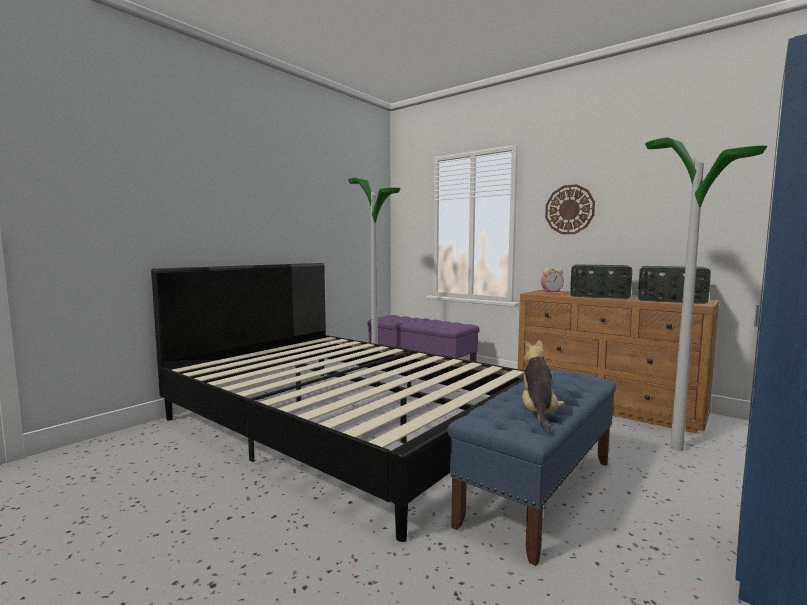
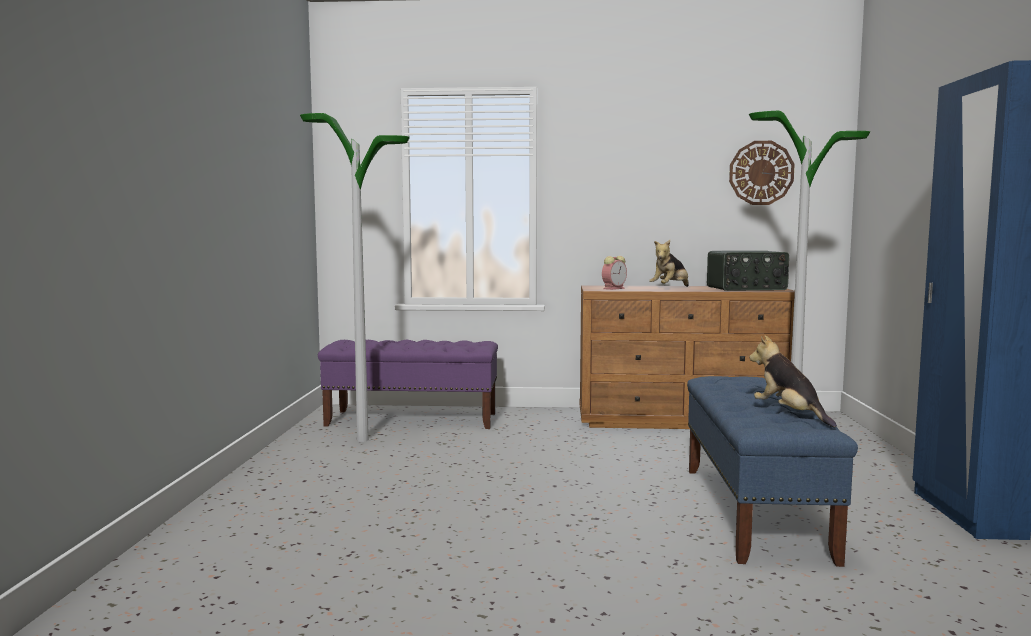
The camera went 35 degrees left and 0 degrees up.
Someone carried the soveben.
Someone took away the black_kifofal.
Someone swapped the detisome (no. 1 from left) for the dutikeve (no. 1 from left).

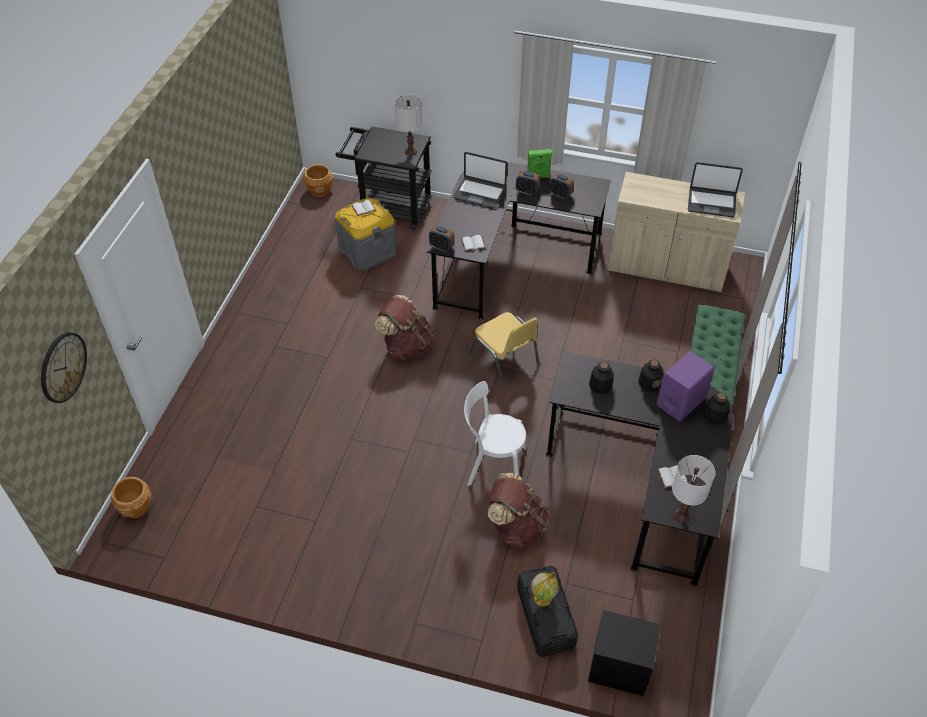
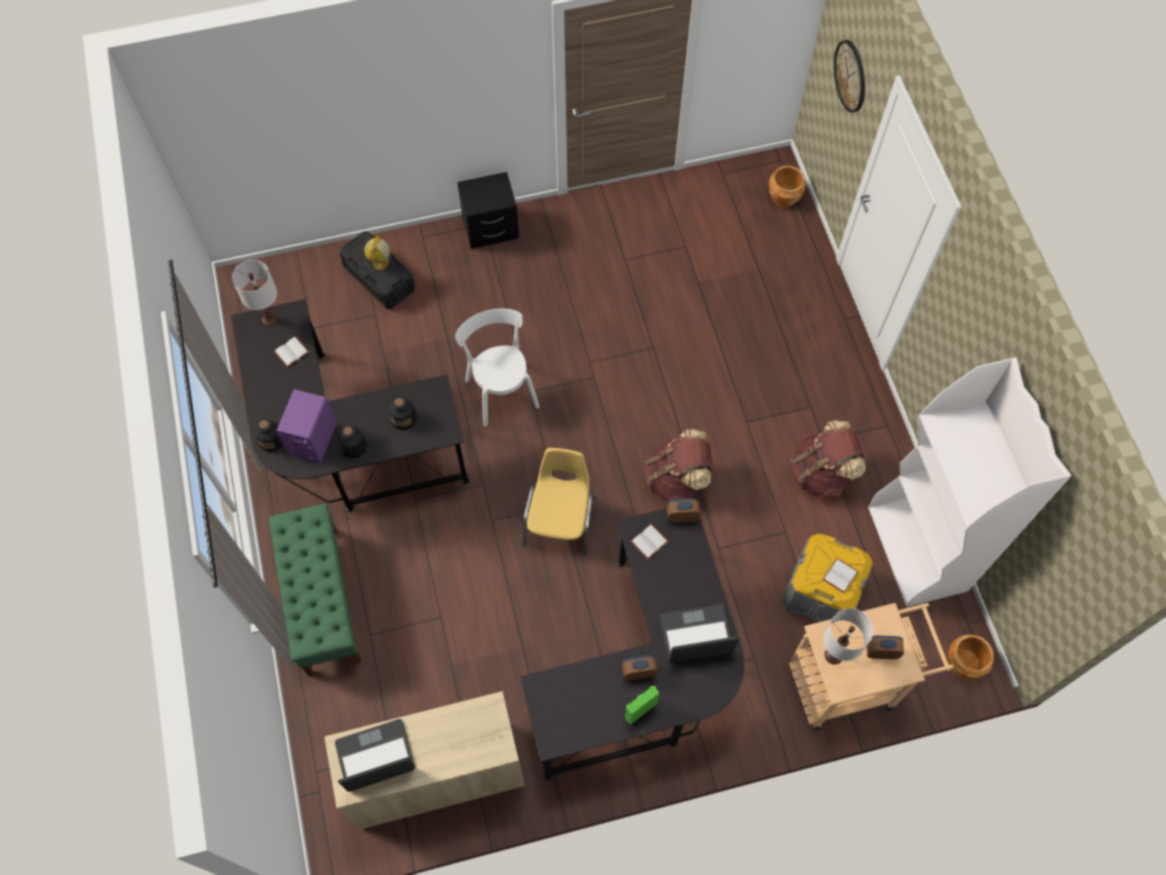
The camera went 150 degrees right and 15 degrees up.
Someone repainted the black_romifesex, which became the beige_romifesex.
Someone carried the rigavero (no. 3 from left).
Someone rotated the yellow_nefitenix by 75 degrees clockwise.
Someone rotated the white_nefitenix by 90 degrees counterclockwise.
Someone carried the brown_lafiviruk (no. 2 from left).
Someone carried the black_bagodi.
Someone put down the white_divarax.

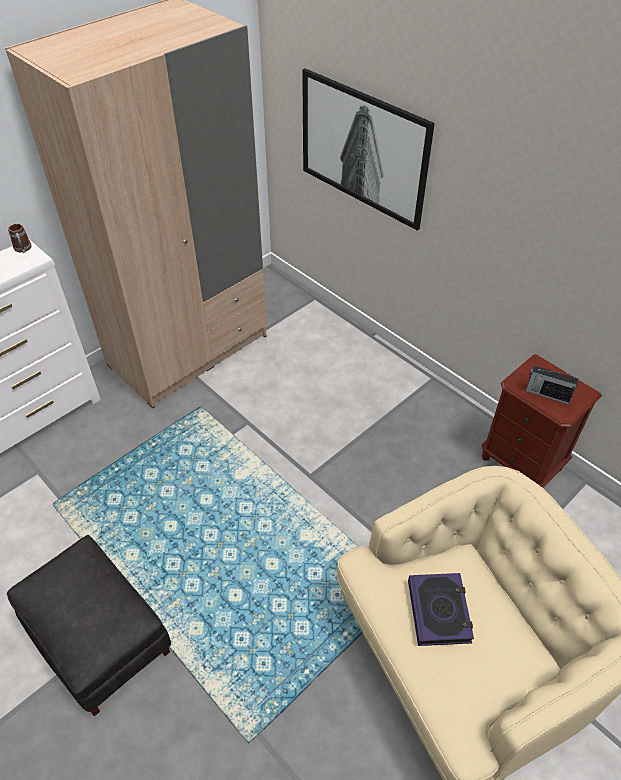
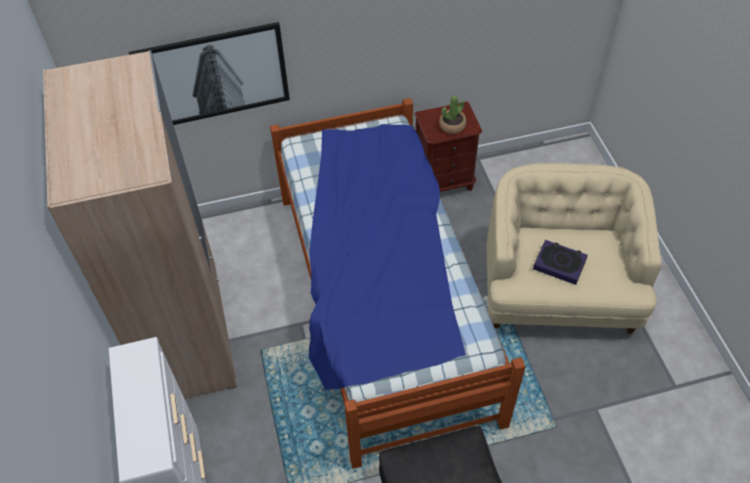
The camera went 60 degrees left and 5 degrees up.
Someone took away the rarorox.
Someone swapped the detisome for the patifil.
Someone put down the kifofal.

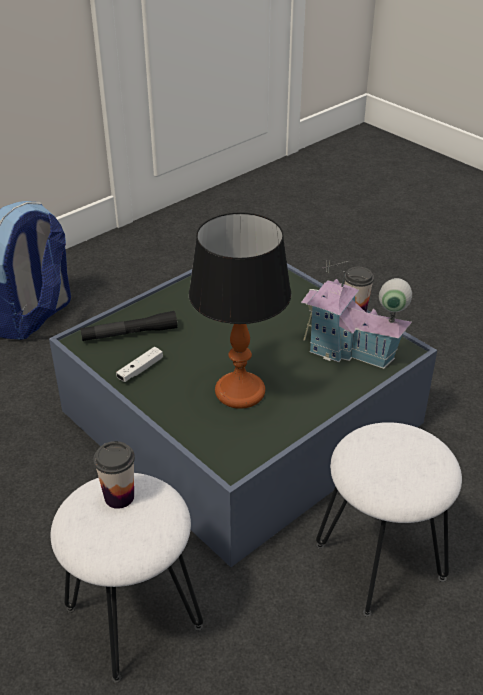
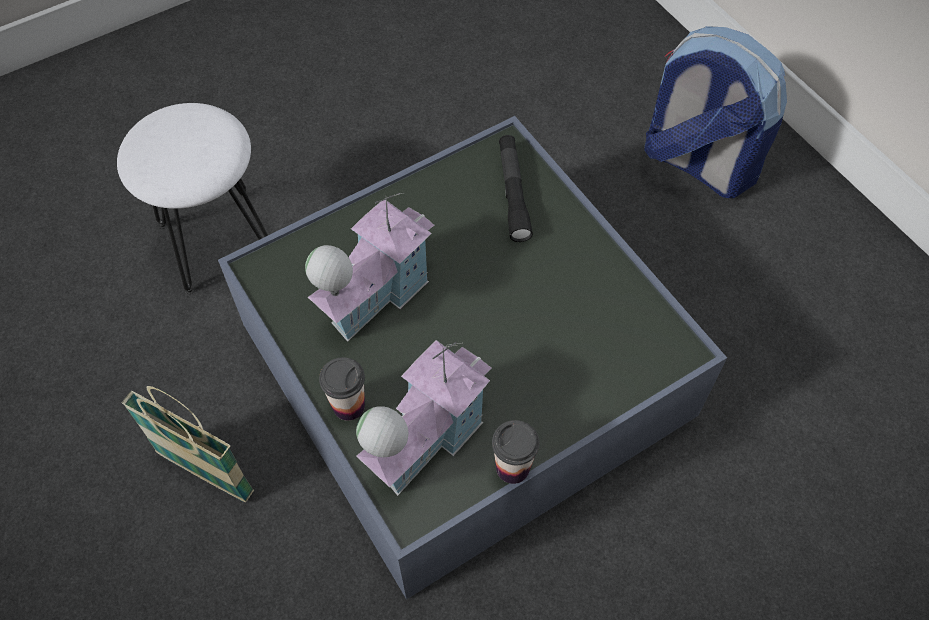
The camera went 100 degrees right and 20 degrees up.
Someone swapped the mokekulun for the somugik (no. 1 from left).
Someone took away the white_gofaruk.
Someone swapped the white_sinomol (no. 2 from left) for the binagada.
Someone carried the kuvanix (no. 1 from left).

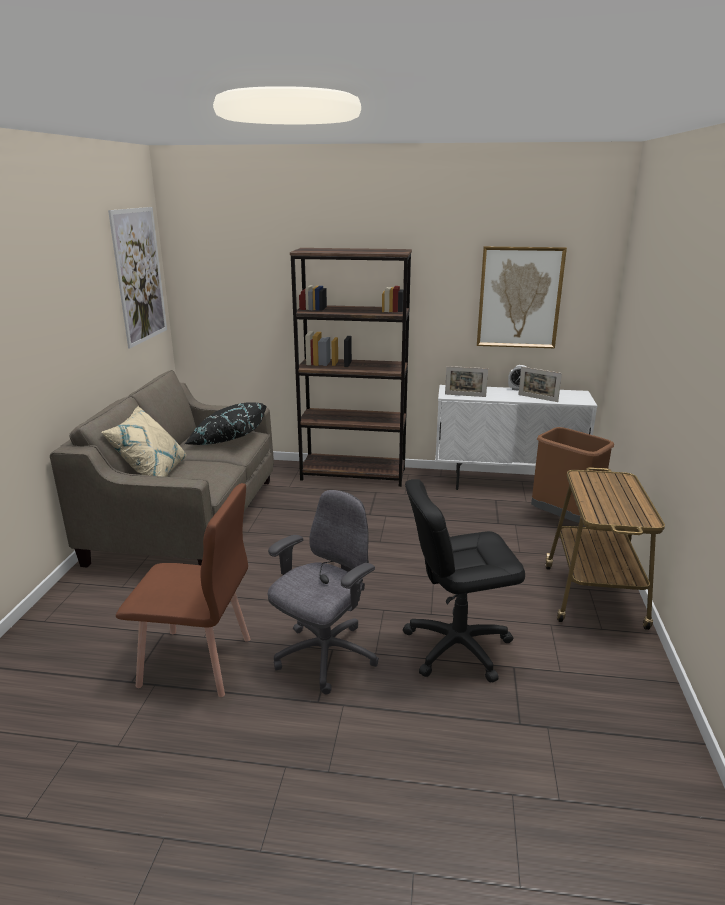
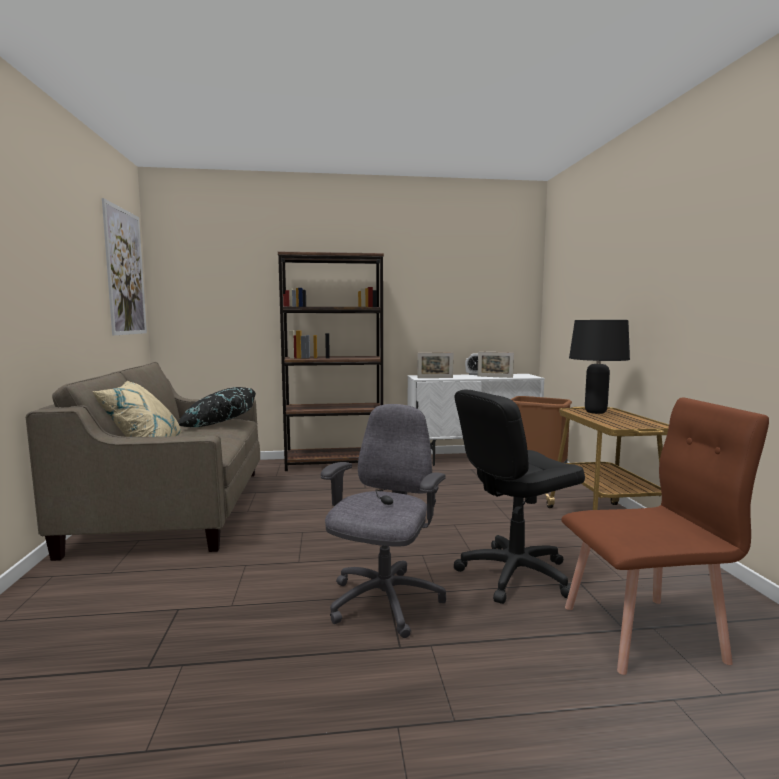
The camera went 15 degrees left and 15 degrees down.
Someone took away the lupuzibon (no. 2 from left).
Someone carried the brown_nefitenix.
Someone put down the black_mokekulun.

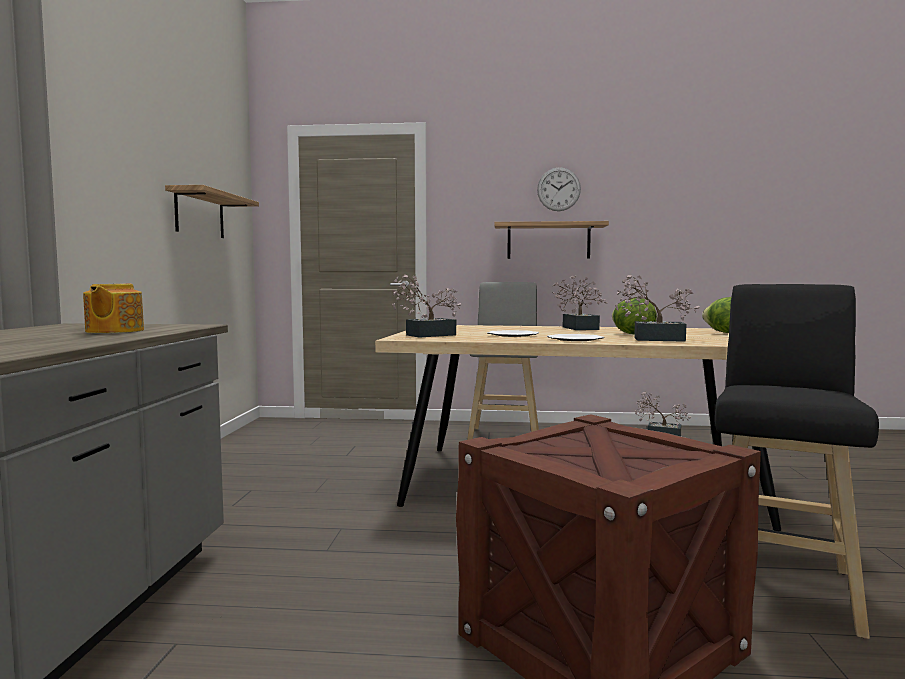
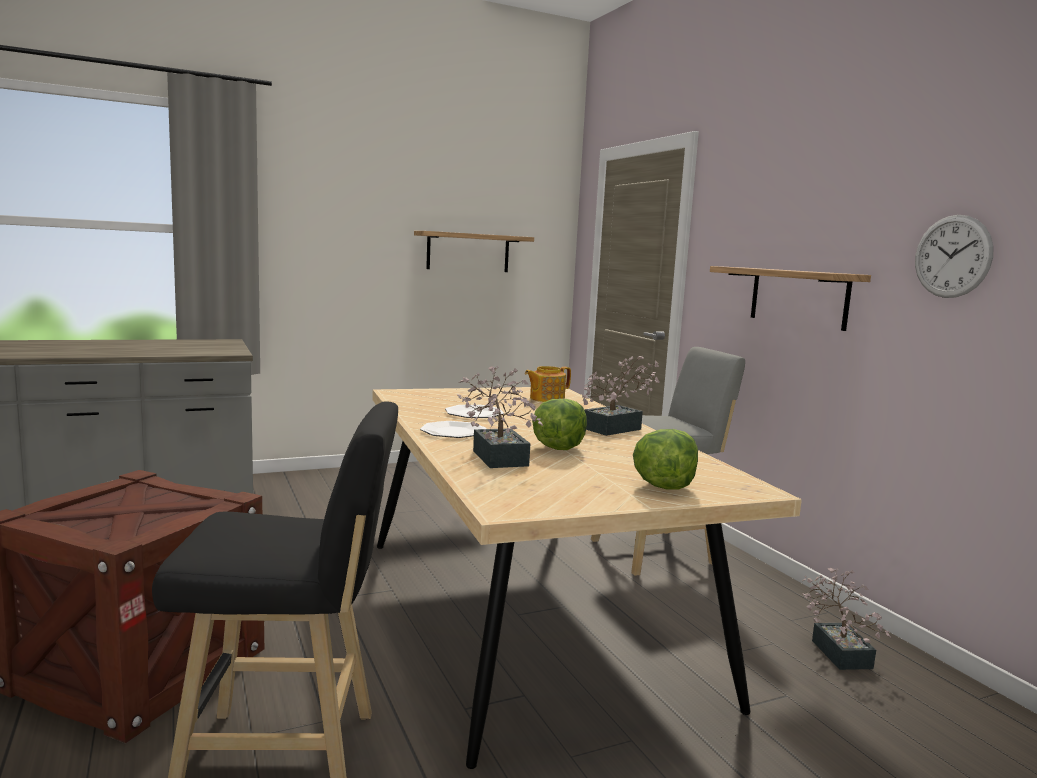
The camera went 60 degrees right and 5 degrees up.
Someone carried the soveben.
Someone took away the patifil (no. 1 from left).
Someone carried the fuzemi.

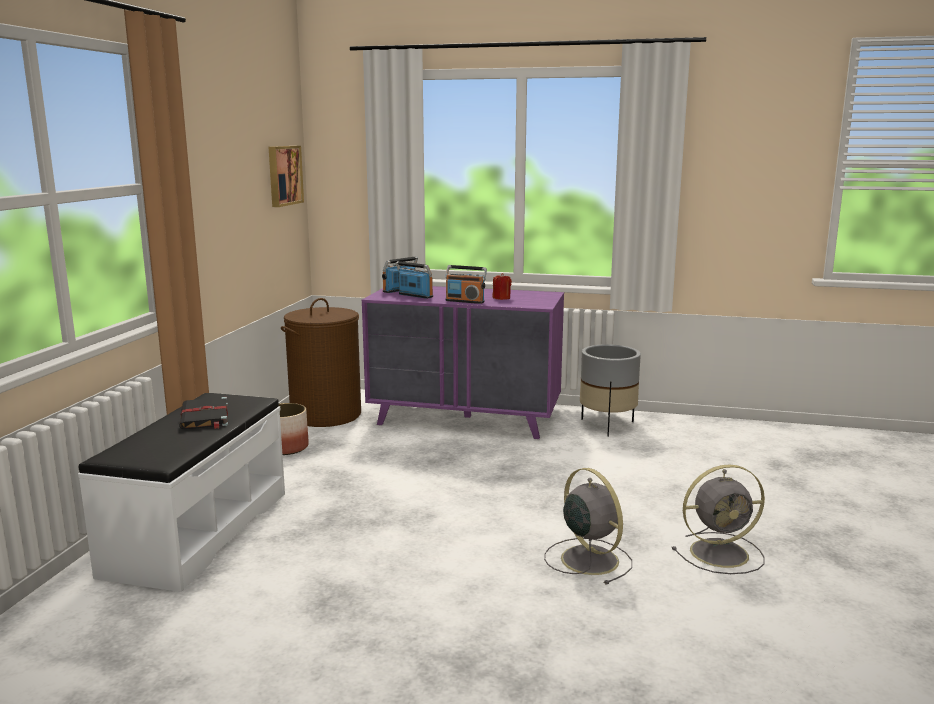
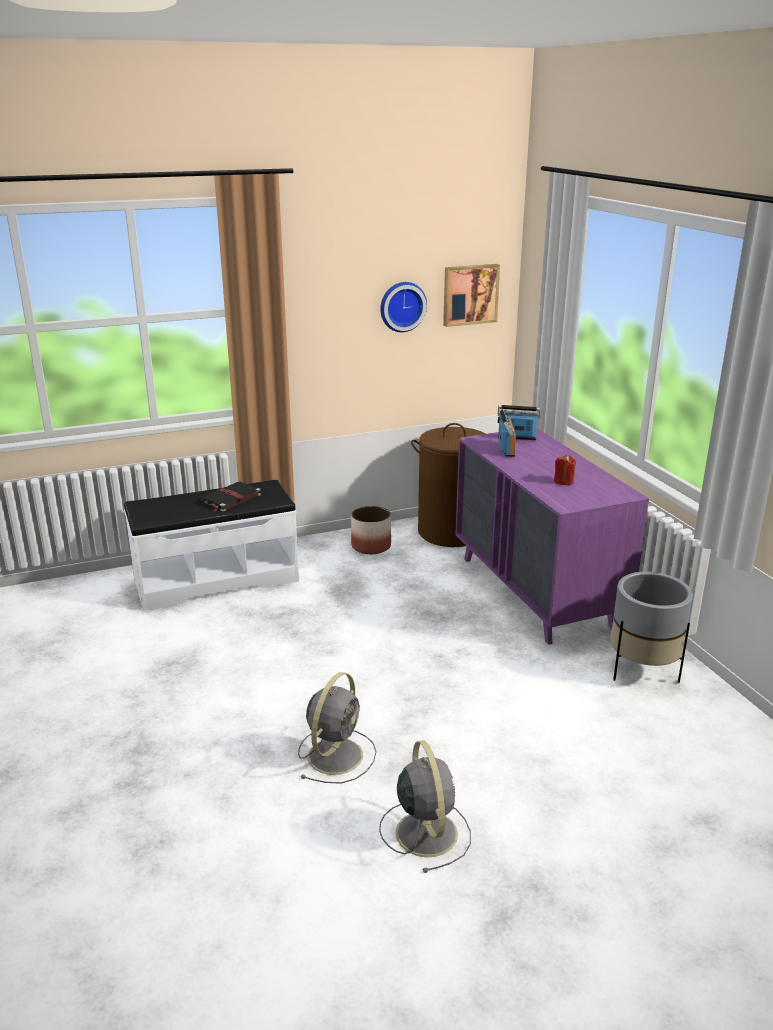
The camera went 55 degrees right and 10 degrees up.
Someone took away the detisome (no. 3 from left).
Someone rotated the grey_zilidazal (no. 2 from left) by 150 degrees counterclockwise.
Someone put up the soveben.

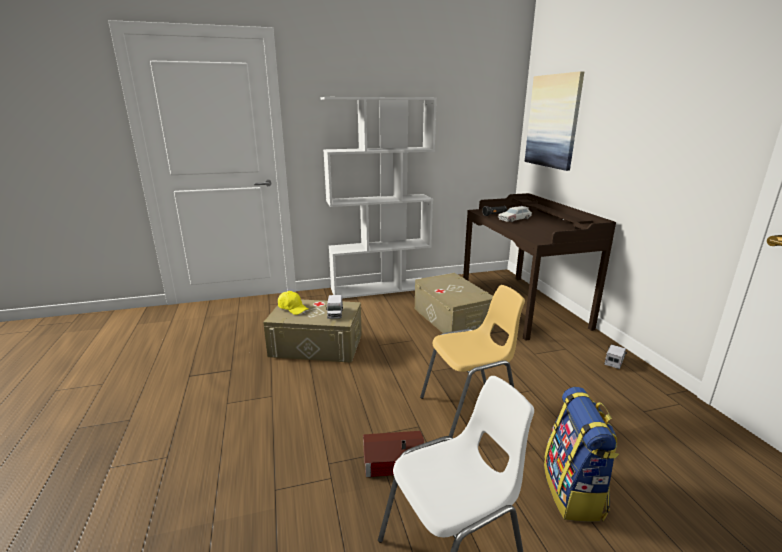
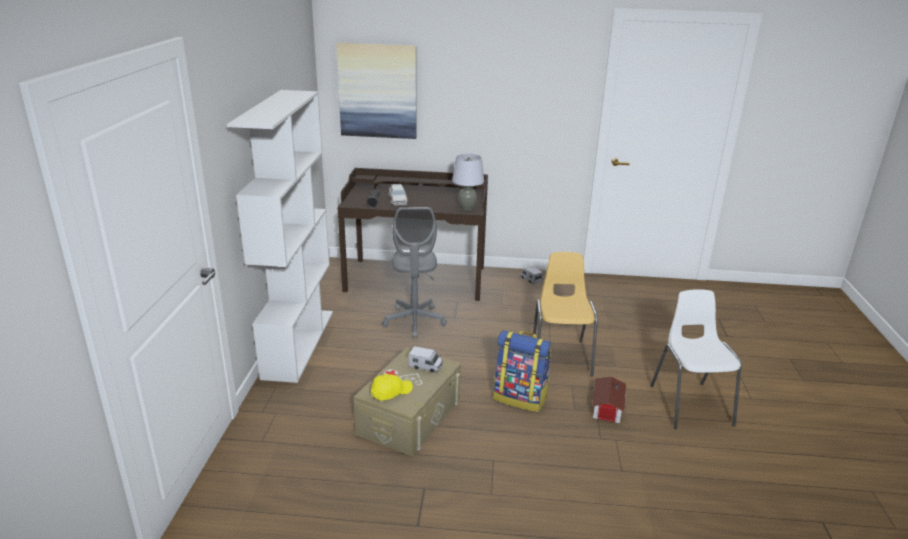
The camera went 70 degrees left and 5 degrees up.
Someone swapped the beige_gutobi (no. 2 from left) for the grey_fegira.
Someone carried the lafiviruk.
Someone put down the grey_mokekulun.

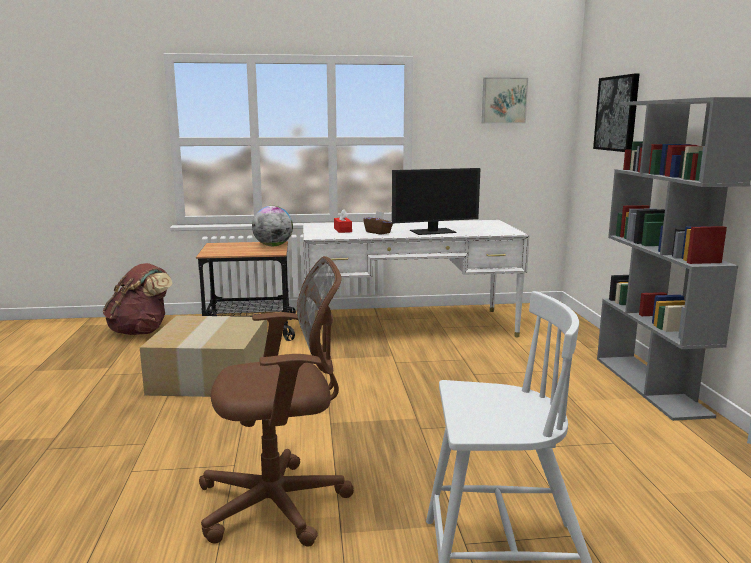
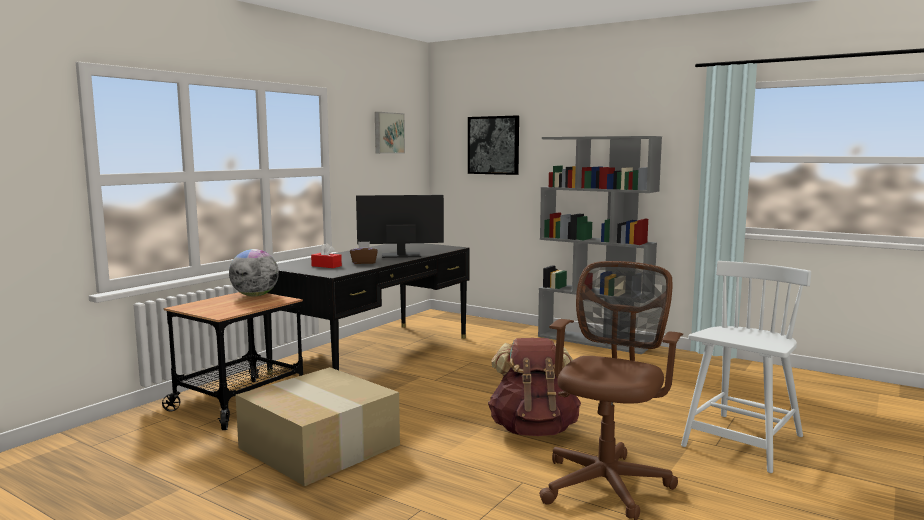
The camera went 50 degrees left and 5 degrees down.
Someone rotated the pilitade by 120 degrees counterclockwise.
Someone repainted the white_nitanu, which became the black_nitanu.
Someone carried the brown_lafiviruk.

